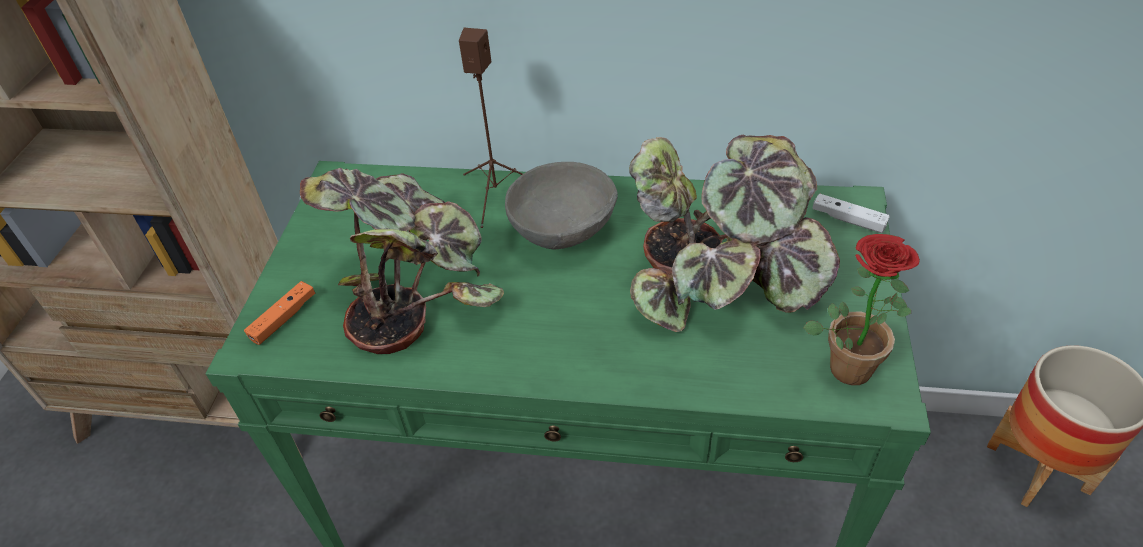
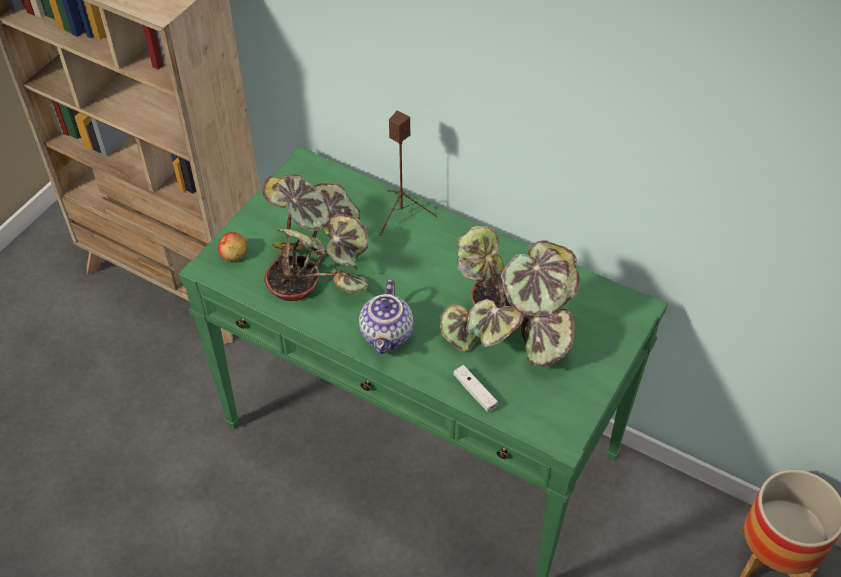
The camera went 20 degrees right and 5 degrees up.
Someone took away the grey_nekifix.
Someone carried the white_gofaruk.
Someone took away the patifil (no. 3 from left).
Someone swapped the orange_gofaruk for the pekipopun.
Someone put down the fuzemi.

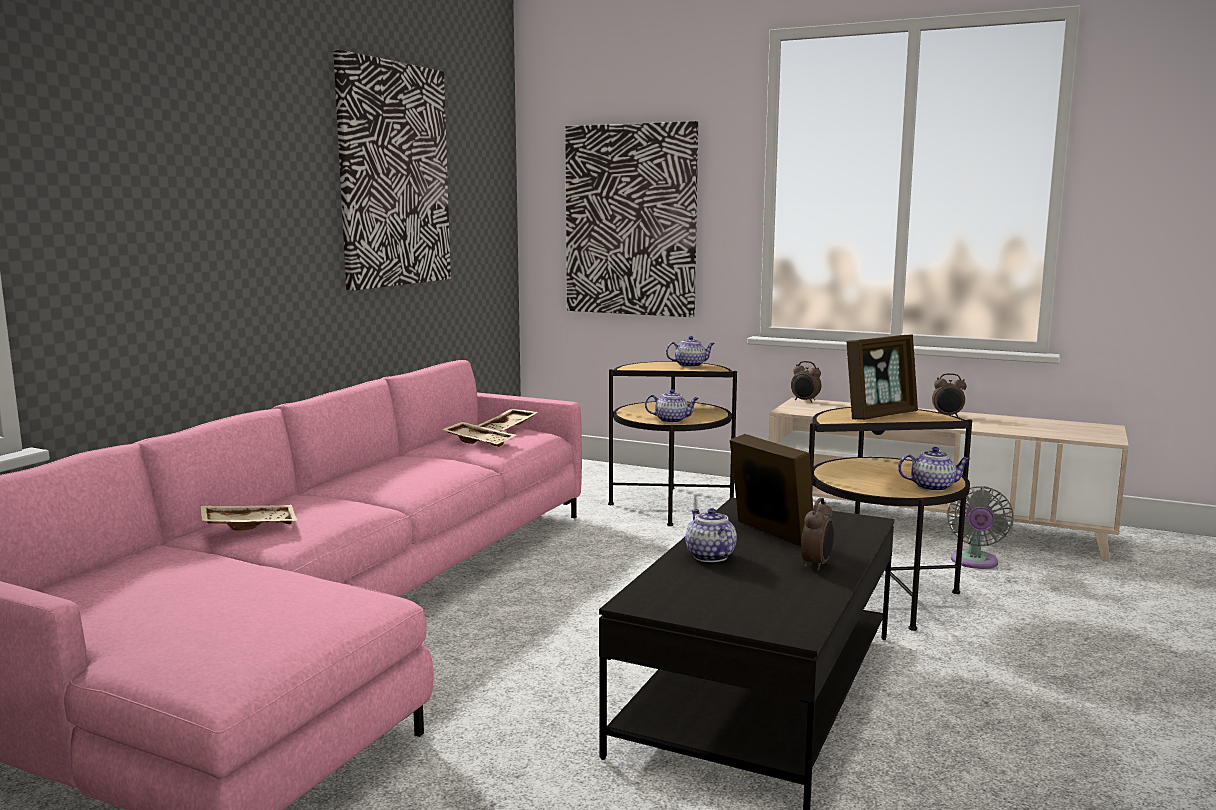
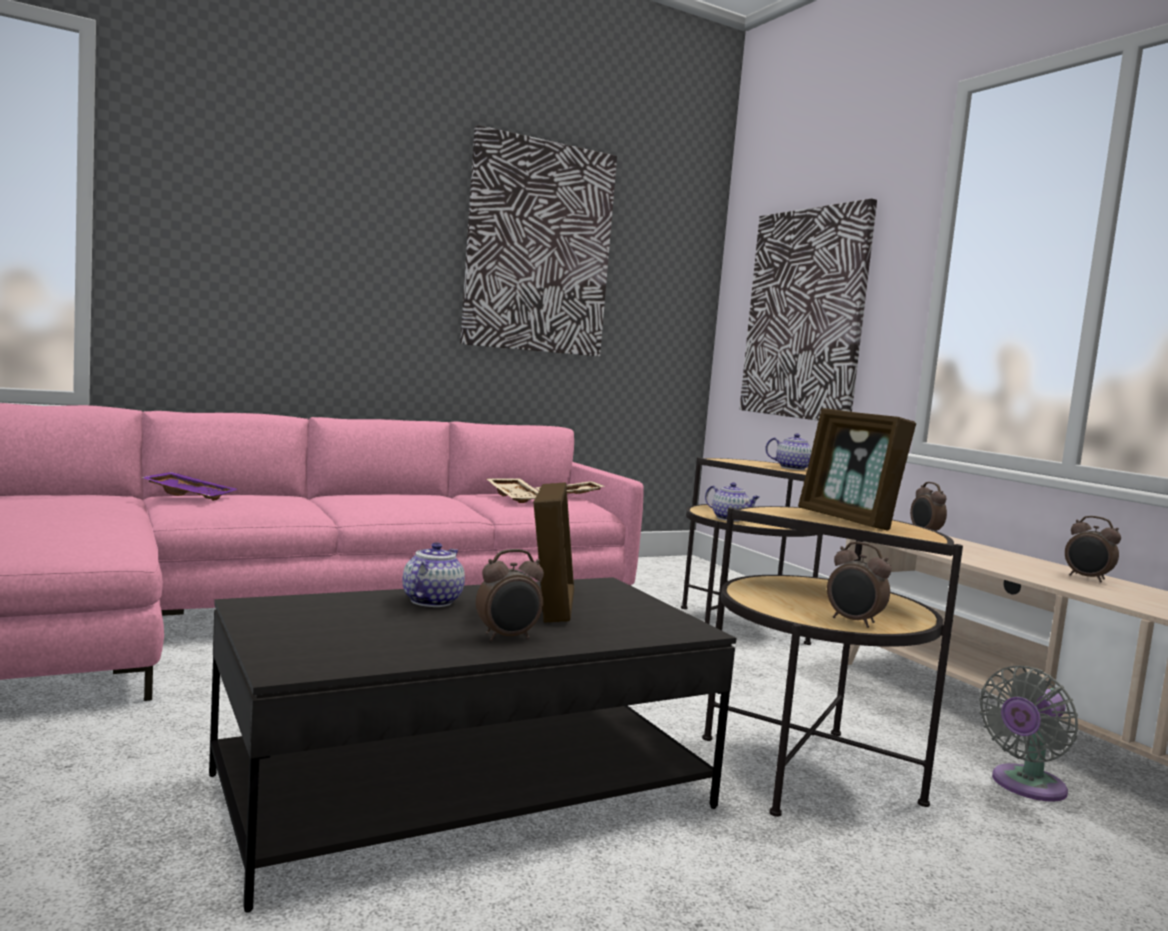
The camera went 35 degrees right and 5 degrees down.
Someone rotated the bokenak (no. 2 from left) by 60 degrees clockwise.
Someone swapped the fuzemi (no. 4 from left) for the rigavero (no. 2 from left).
Someone repainted the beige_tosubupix (no. 1 from left), which became the purple_tosubupix.

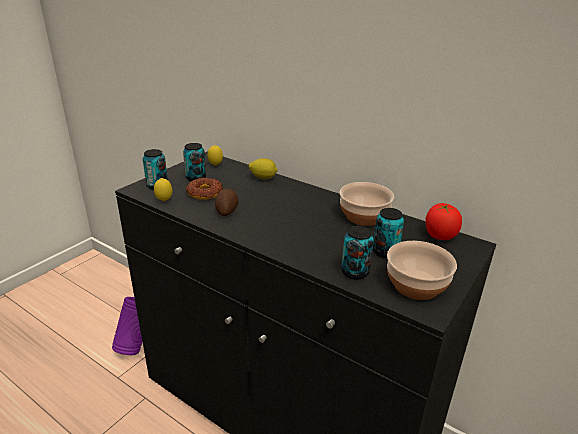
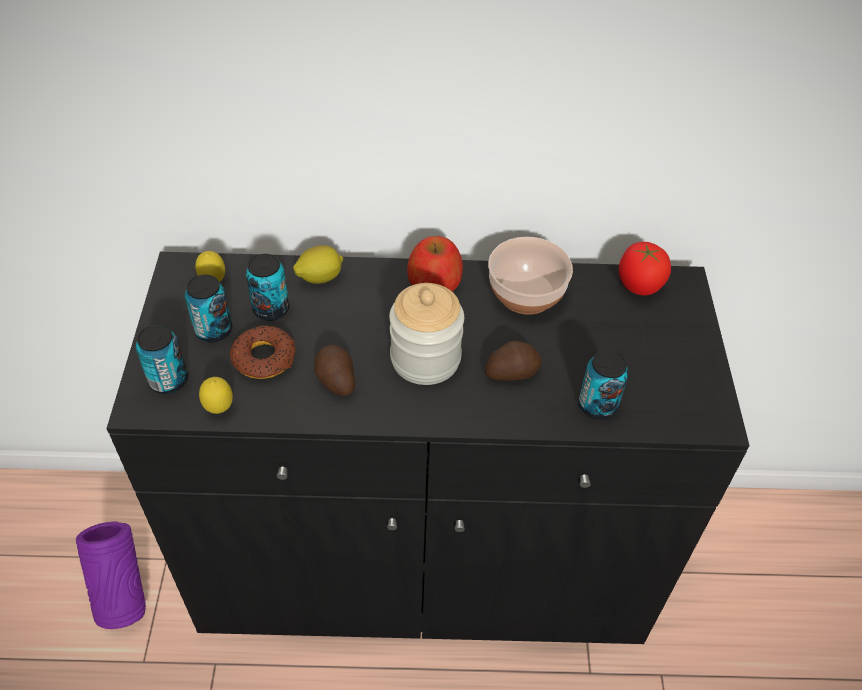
The camera went 35 degrees left and 20 degrees up.
Someone carried the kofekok (no. 4 from left in the first image).
Someone took away the nekifix (no. 2 from left).
Someone put down the pekipopun.
Someone put down the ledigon.
Someone put down the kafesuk (no. 2 from left).

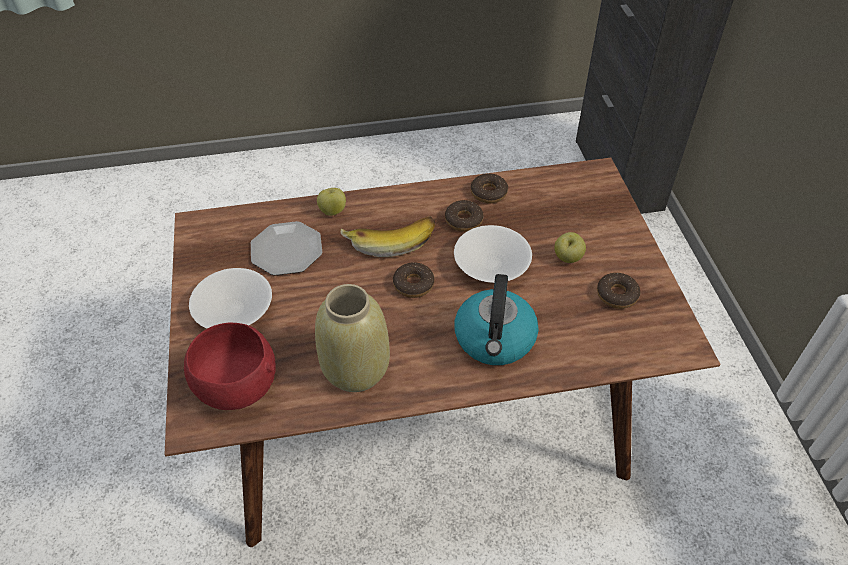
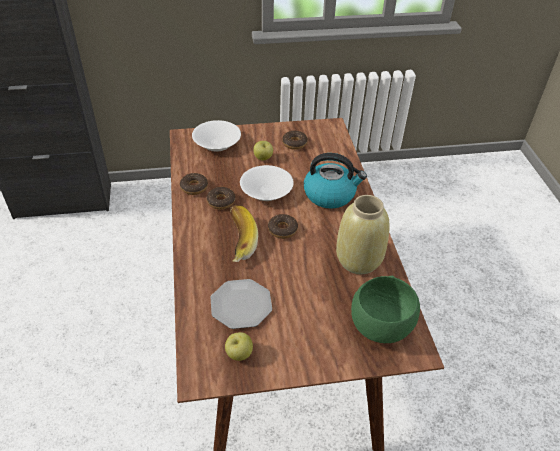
The camera went 90 degrees left and 5 degrees down.
Someone carried the pekipopun (no. 1 from left).
Someone carried the white_nekifix (no. 1 from left).
Someone repainted the red_nekifix, which became the green_nekifix.

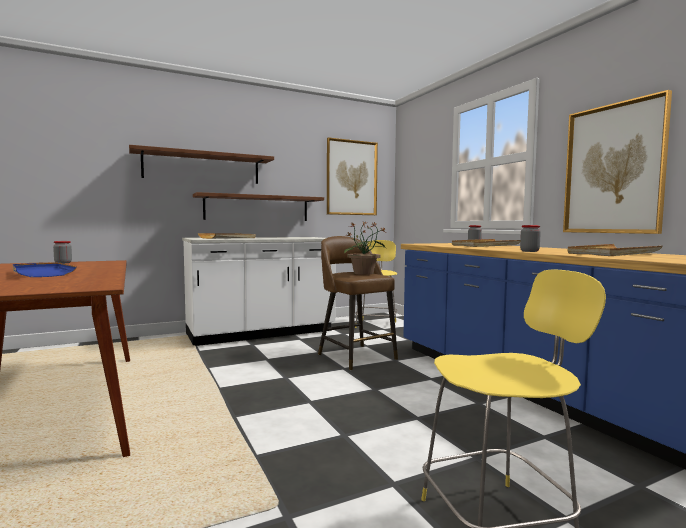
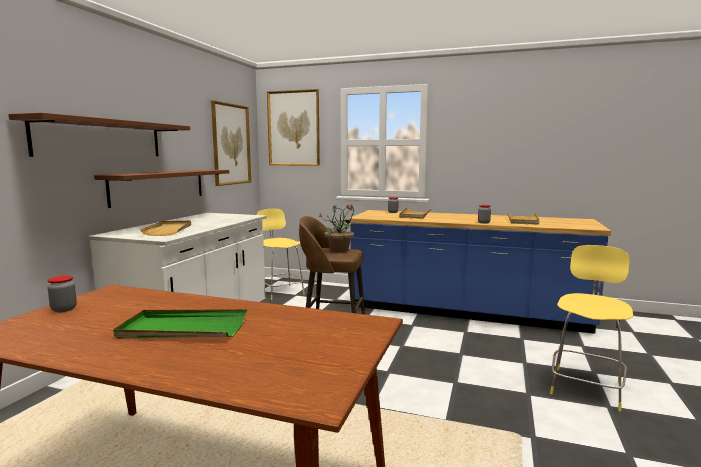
The camera went 45 degrees left and 5 degrees up.
Someone carried the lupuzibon (no. 2 from left).
Someone repainted the blue_tosubupix, which became the green_tosubupix.

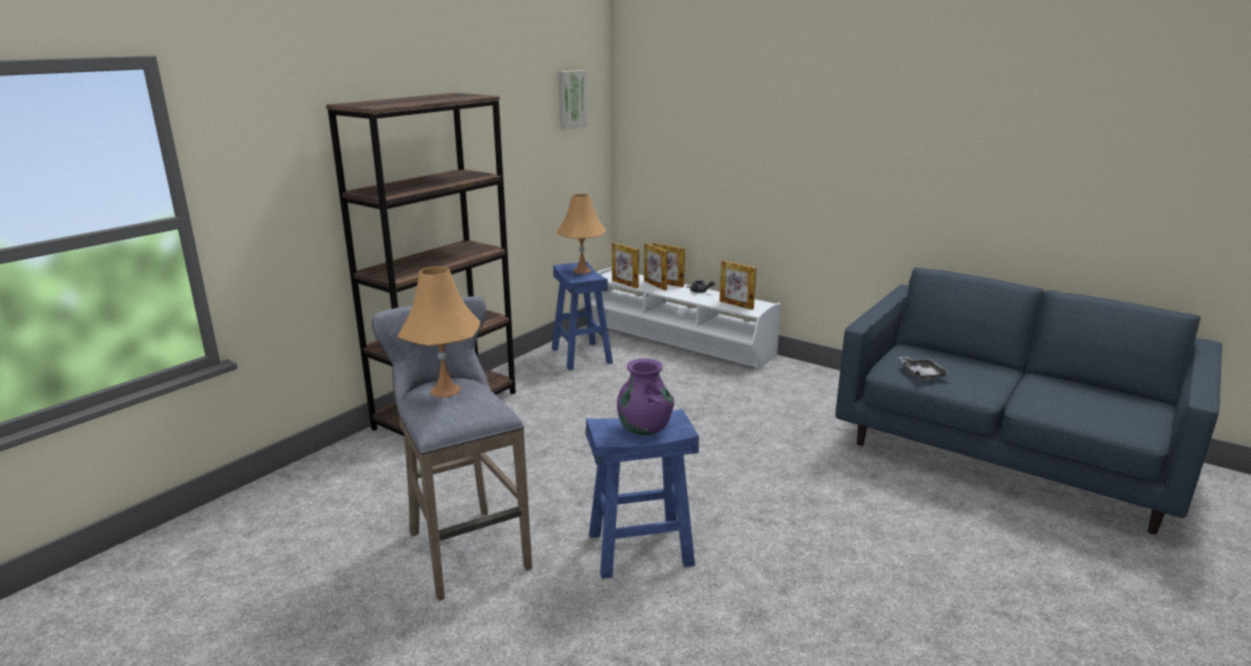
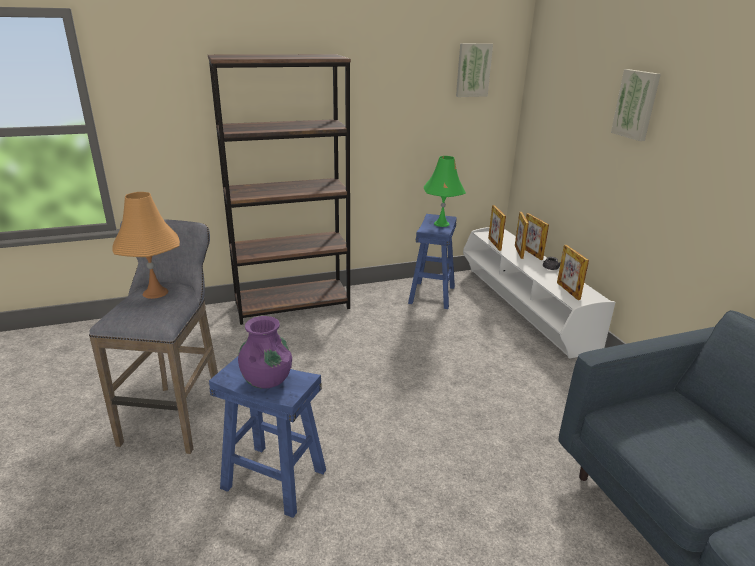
The camera went 35 degrees right and 5 degrees up.
Someone repainted the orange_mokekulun (no. 2 from left), which became the green_mokekulun.
Someone took away the grey_tosubupix.
Someone put up the lupuzibon (no. 2 from left).

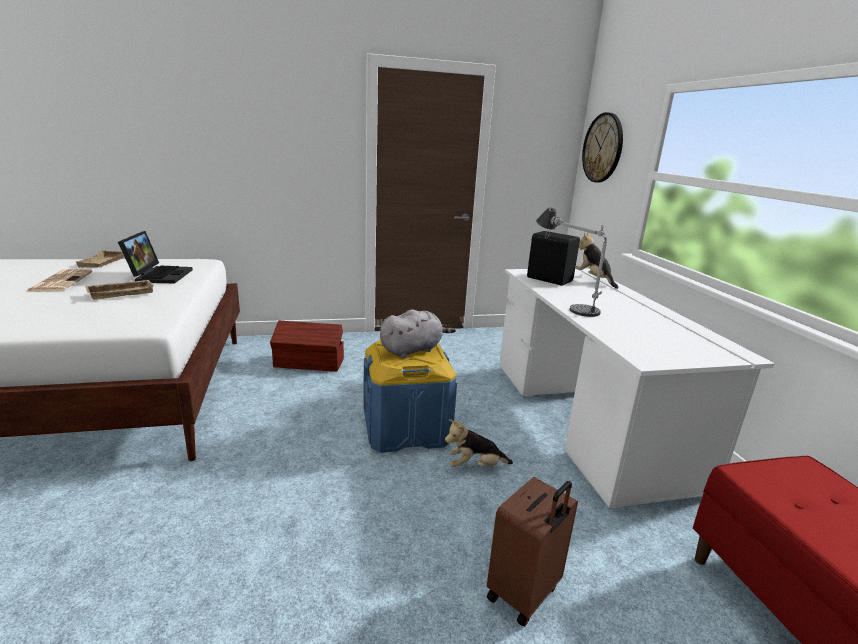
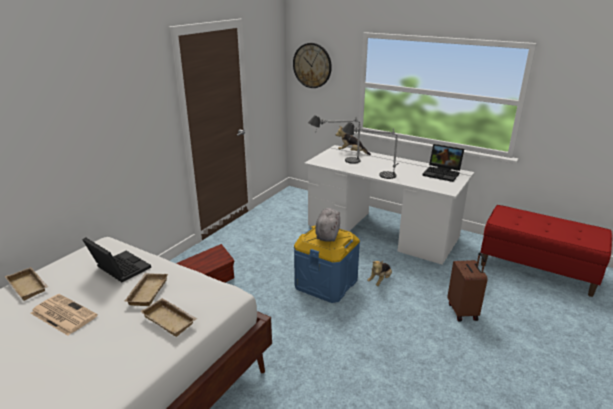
The camera went 45 degrees left and 5 degrees up.
Someone swapped the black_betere for the mokekulun (no. 1 from left).
Someone put down the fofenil (no. 2 from left).
Someone put down the beige_tosubupix (no. 3 from left).

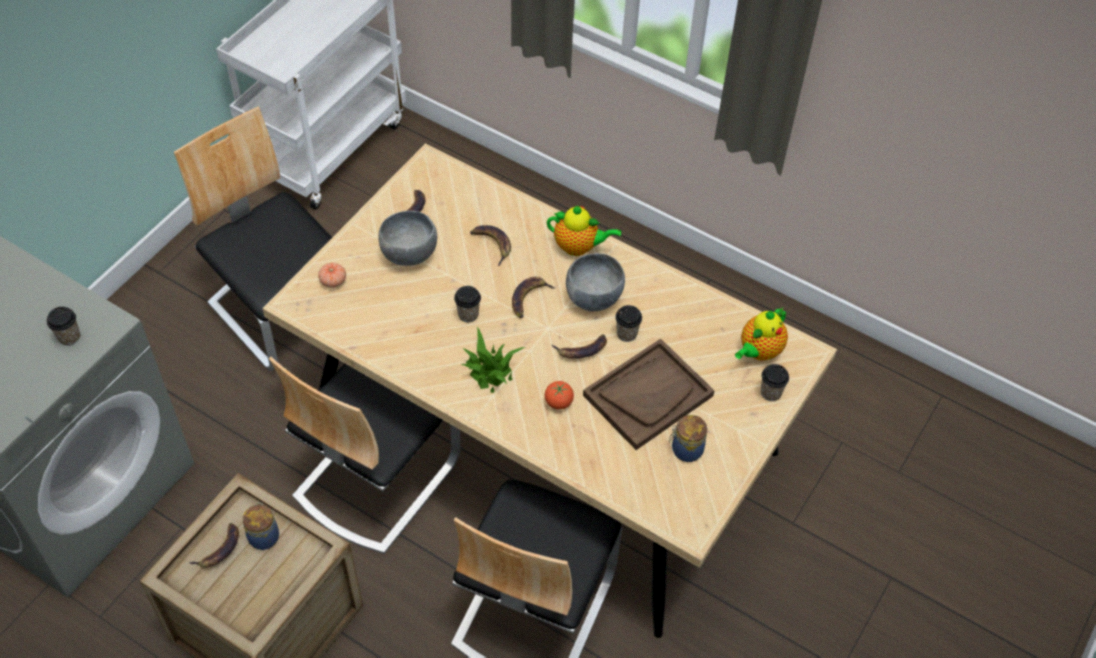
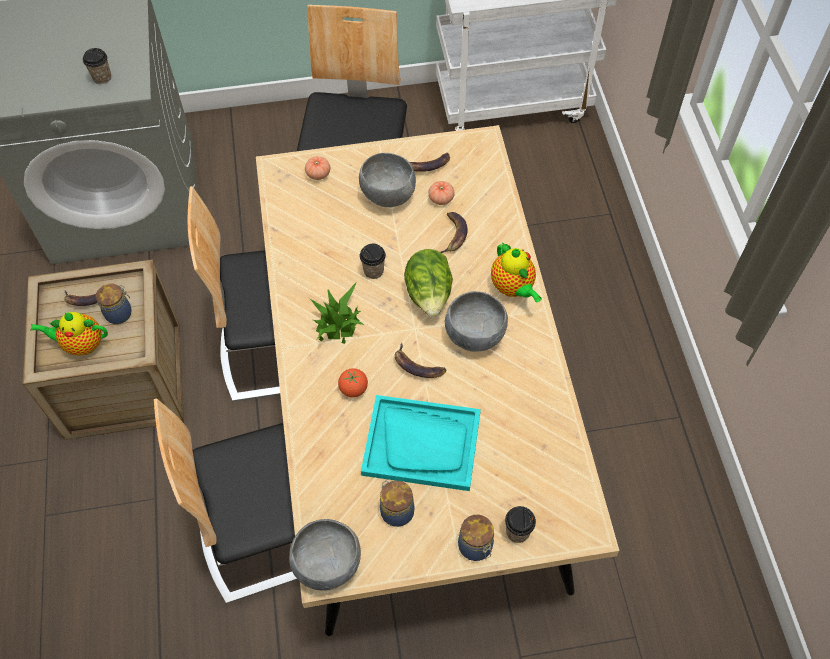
The camera went 50 degrees right and 5 degrees up.
Someone swapped the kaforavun (no. 4 from left) for the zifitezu.
Someone took away the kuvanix (no. 3 from left).
Someone carried the fuzemi (no. 2 from left in the first image).
Someone repainted the brown_tosubupix, which became the turquoise_tosubupix.
Someone put down the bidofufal (no. 3 from left).
Someone put down the ledigon (no. 3 from left).
Someone put down the grey_nekifix (no. 1 from left).

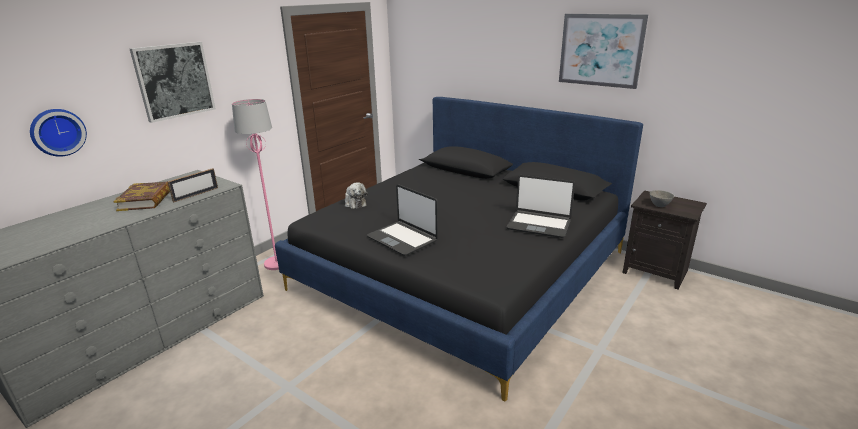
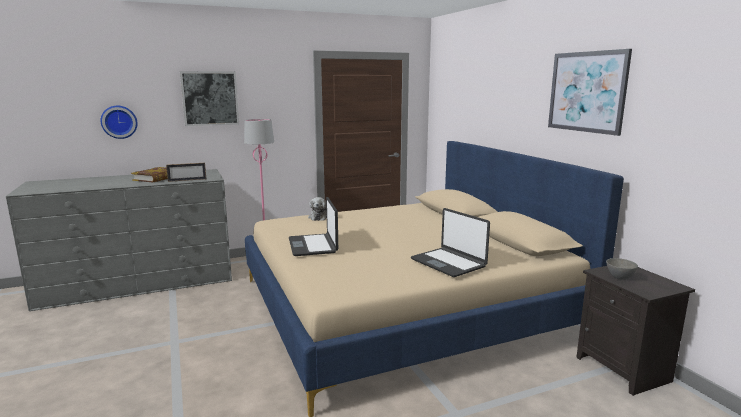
The camera went 30 degrees right and 10 degrees down.
Someone repainted the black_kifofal, which became the beige_kifofal.

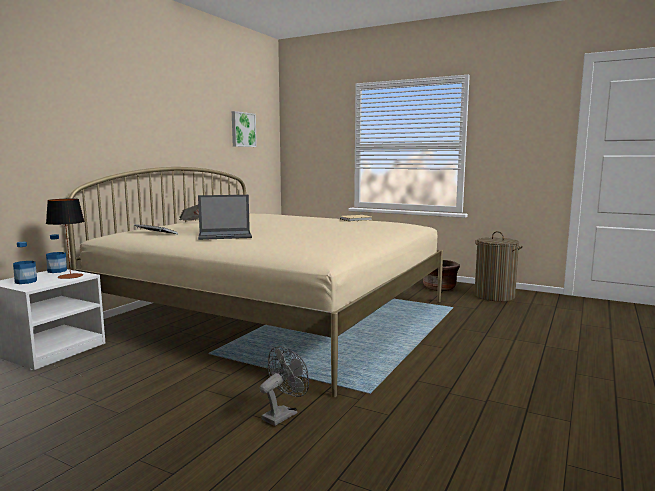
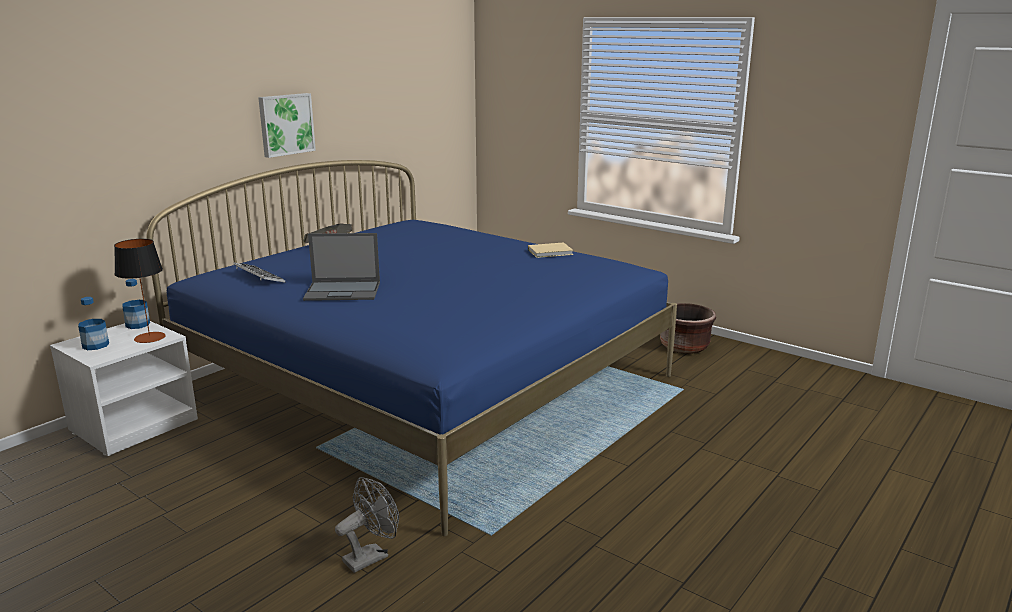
The camera went 10 degrees right and 10 degrees up.
Someone carried the lupuzibon.
Someone repainted the beige_kifofal, which became the blue_kifofal.
Someone took away the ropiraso.

